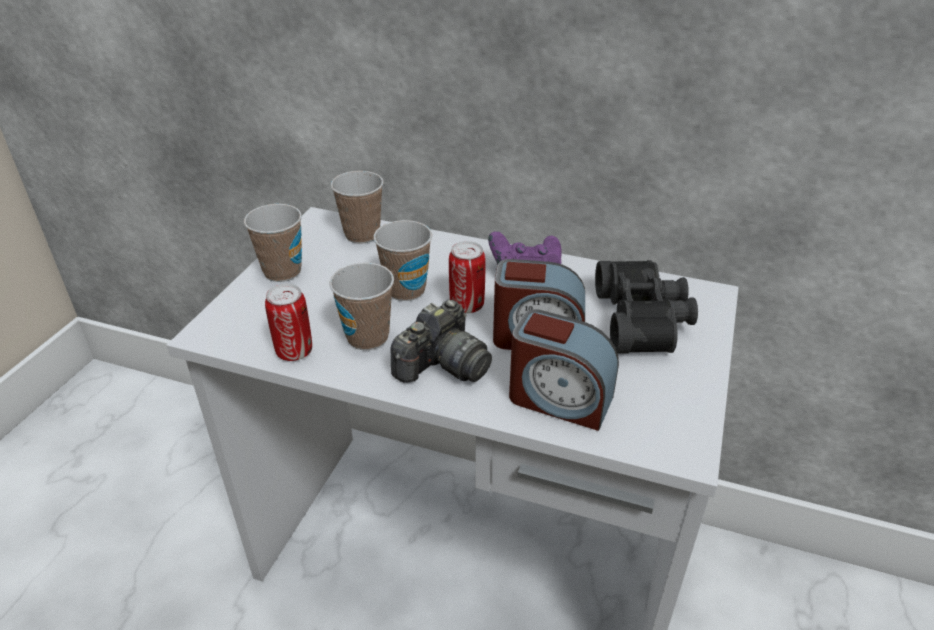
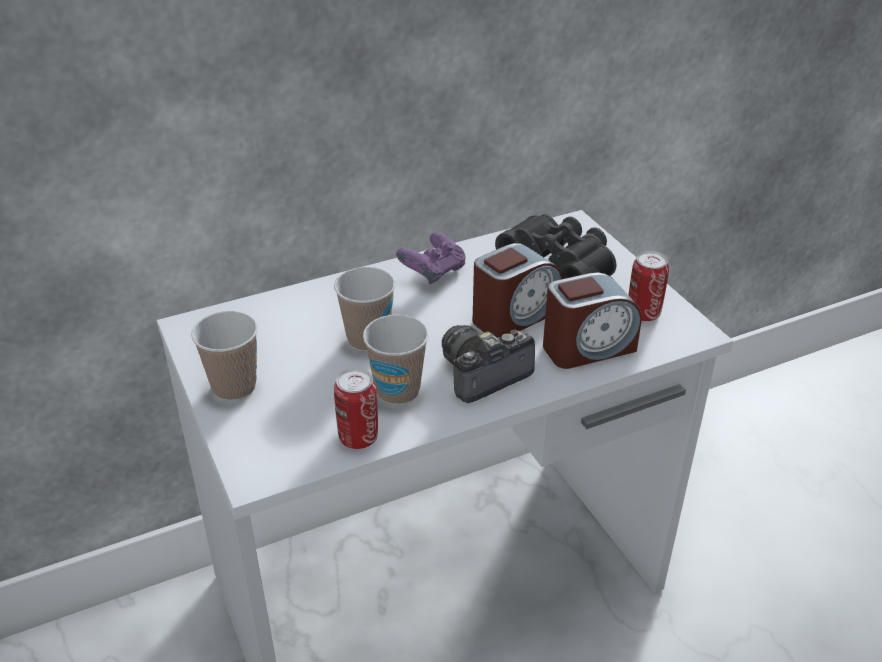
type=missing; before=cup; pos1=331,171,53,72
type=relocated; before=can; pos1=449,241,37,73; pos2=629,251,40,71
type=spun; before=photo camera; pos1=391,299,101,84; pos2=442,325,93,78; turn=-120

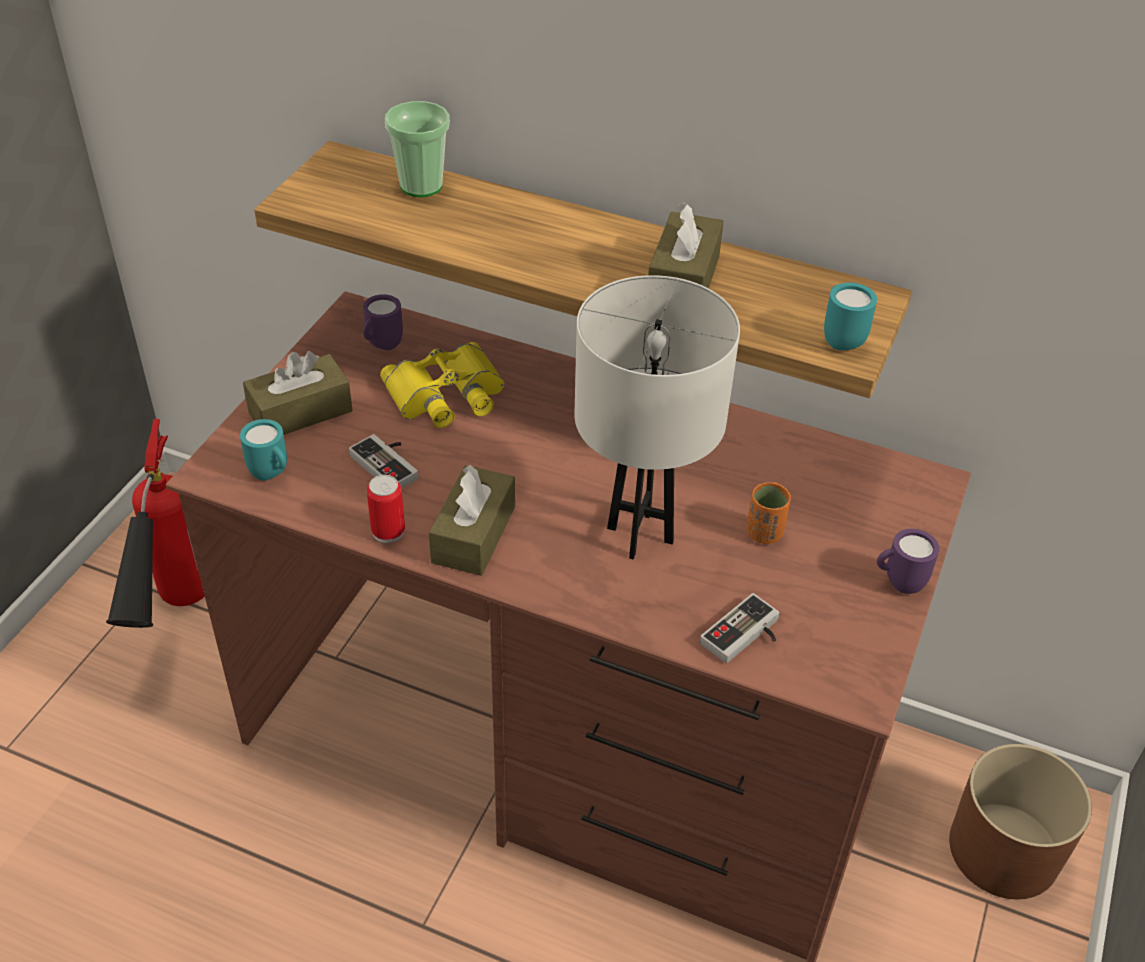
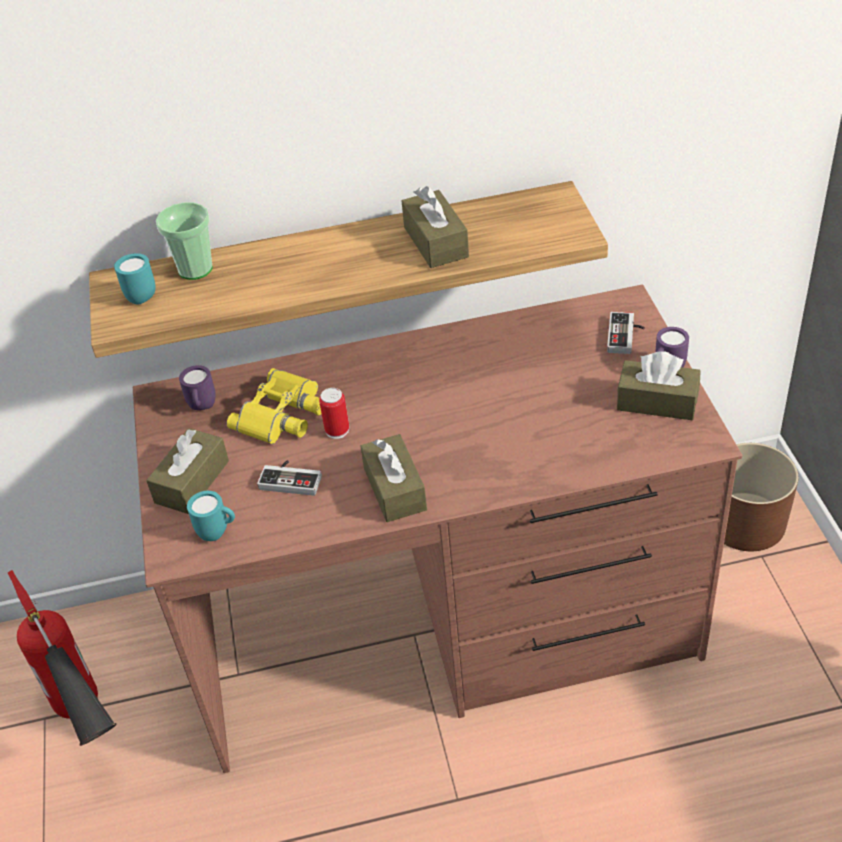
type=missing; before=white table lamp; pos1=574,275,166,284
type=relocated; before=turquoise mug; pos1=824,283,53,67; pos2=114,253,41,52
type=relocated; before=can; pos1=367,475,38,68; pos2=319,388,30,51
type=missing; before=orange cup; pos1=746,482,45,62
type=relocated; before=game controller; pos1=700,593,80,70; pos2=607,312,38,42
type=appeared; after=brown tissue box; pos2=617,351,84,69

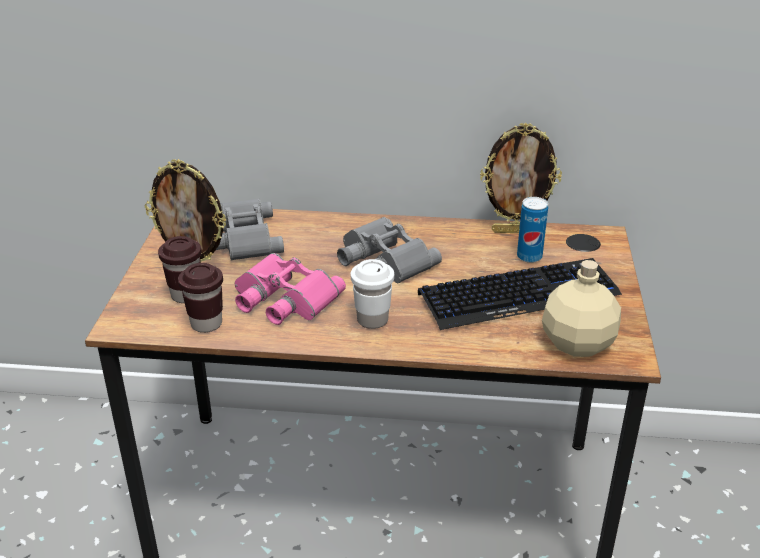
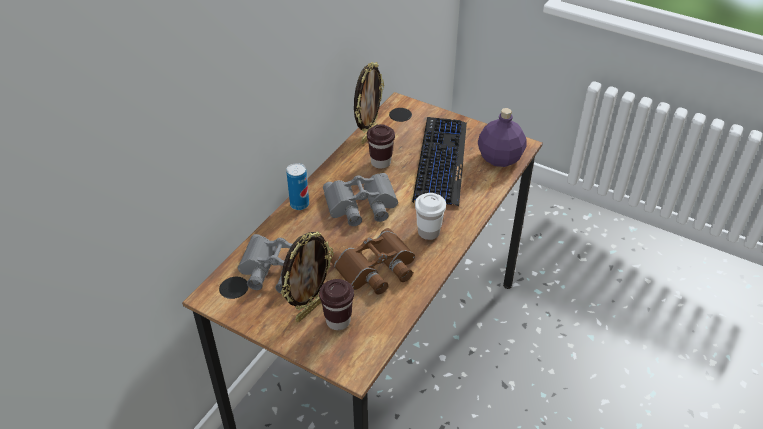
type=relocated; before=can; pos1=517,197,31,66; pos2=286,163,23,47
type=colour; before=pink binoculars; after=brown binoculars; pos1=235,253,111,72; pos2=330,228,85,67
type=colour; before=beige bottle; after=purple bottle; pos1=542,260,79,97; pos2=478,108,49,59
type=relocated; before=brown cup; pos1=178,263,45,70; pos2=367,124,28,45

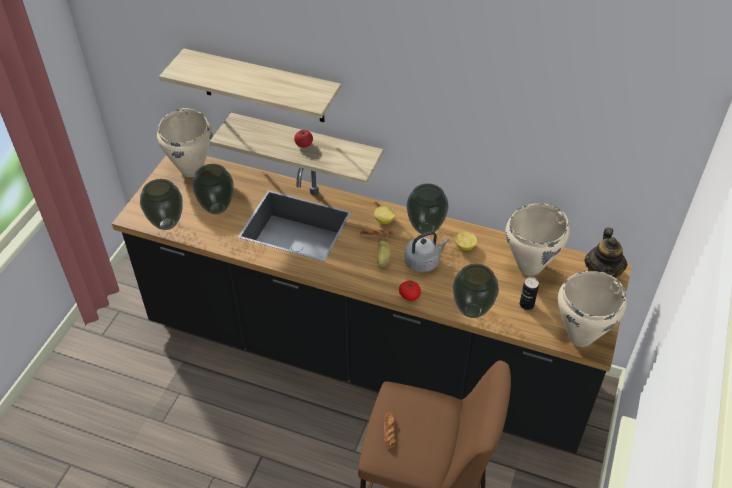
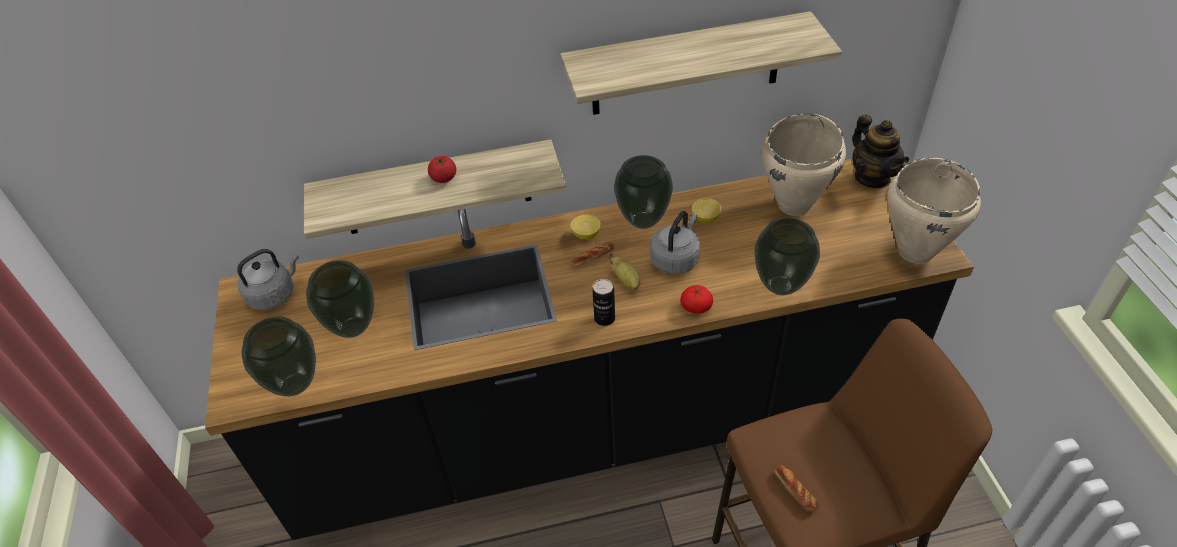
type=relocated; before=shelf; pos1=159,49,182,73; pos2=560,11,282,104
type=exchanged; before=beige cooking pot; after=grey kettle; pos1=157,108,55,69; pos2=237,249,62,61
type=relocated; before=can; pos1=520,277,19,33; pos2=592,279,23,47

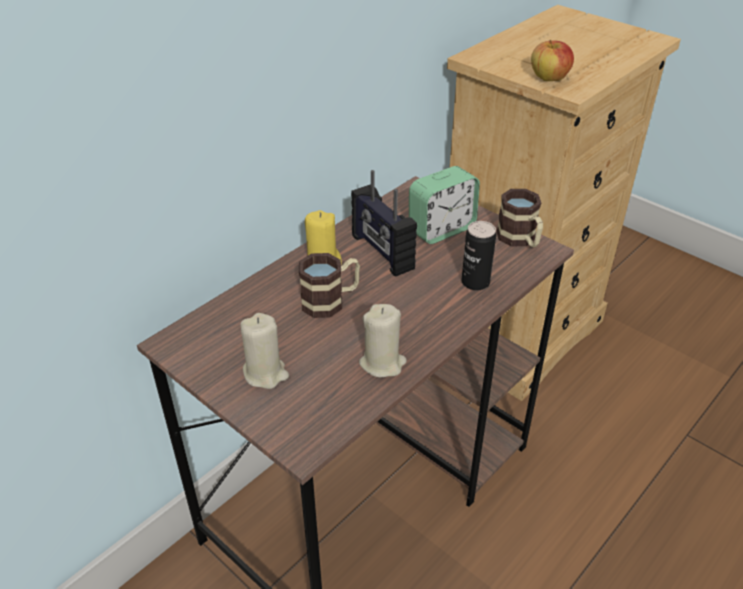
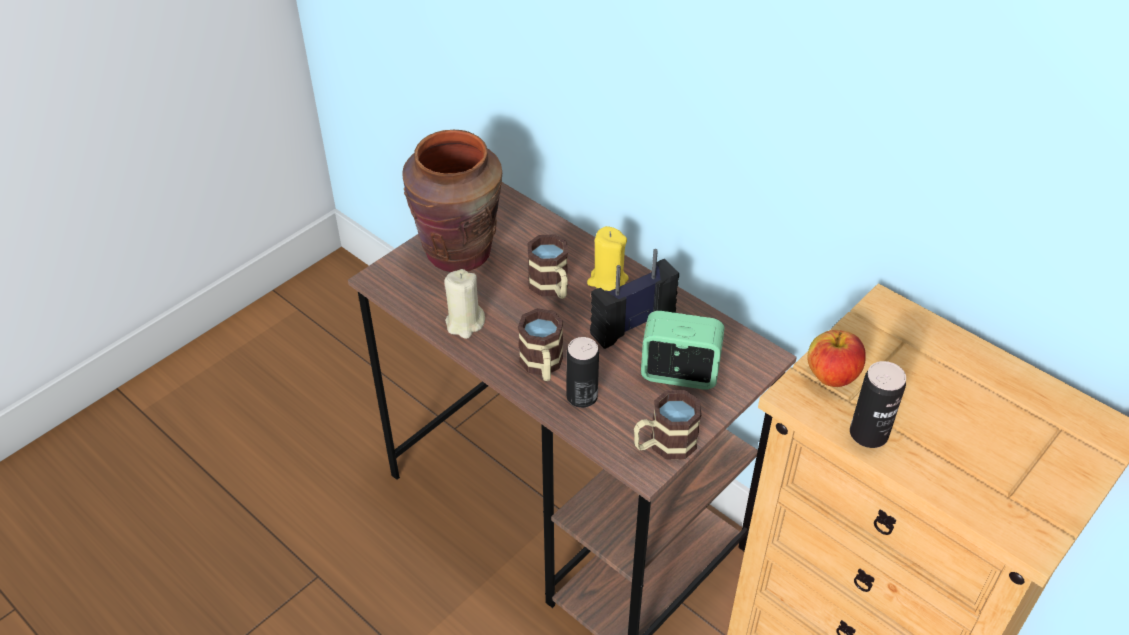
type=spun; before=alarm clock; pos1=409,166,71,78; pos2=641,311,83,79; turn=135
type=exchanged; before=beige candle; after=brown vase; pos1=240,313,49,76; pos2=402,130,100,142
type=appeared; after=mug; pos2=518,308,45,73
type=appeared; after=can; pos2=850,361,56,87

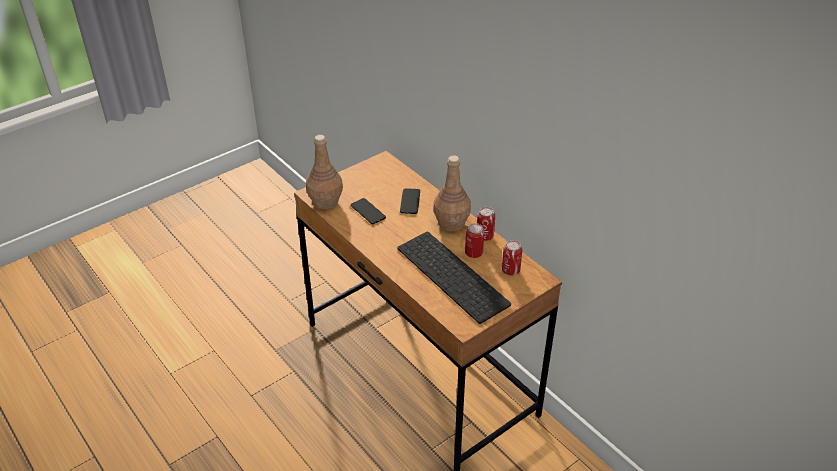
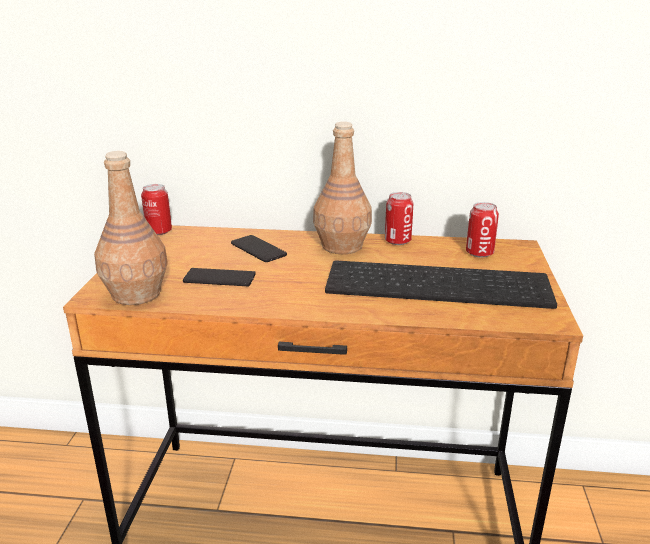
type=relocated; before=can; pos1=465,223,19,35; pos2=141,184,31,51

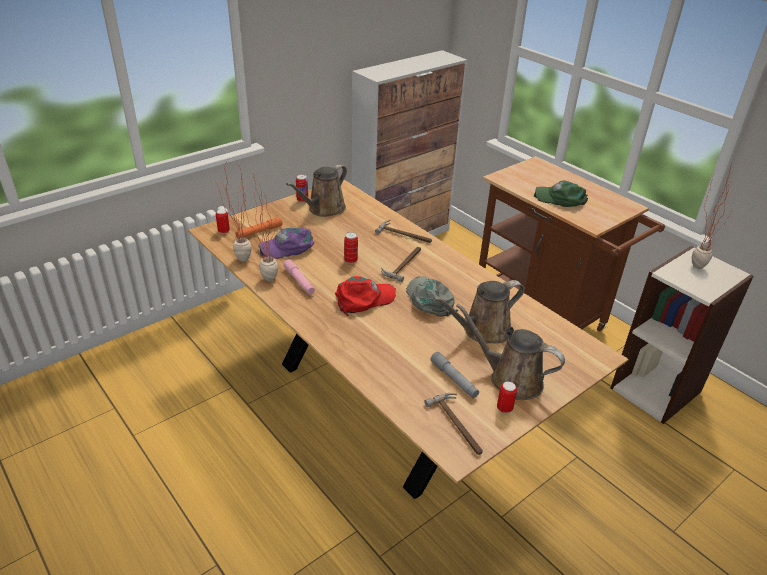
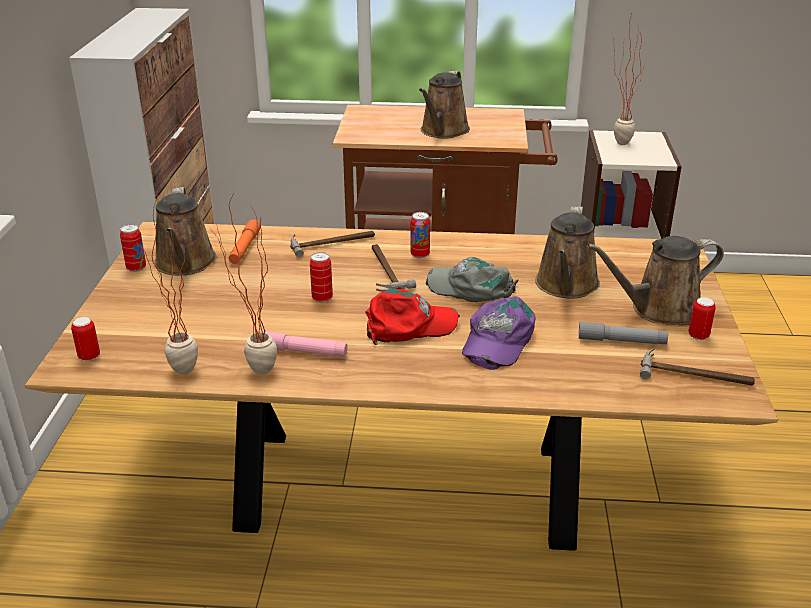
type=exchanged; before=green cap; after=brown watering can; pos1=534,181,54,26; pos2=419,71,51,68
type=relocated; before=orange flashlight; pos1=235,217,48,21; pos2=229,219,32,45
type=relocated; before=purple cap; pos1=258,228,57,31; pos2=462,296,74,74
type=spun; before=red cap; pos1=335,276,61,40; pos2=365,289,95,56; turn=60
type=appeared; after=can; pos2=411,212,19,47

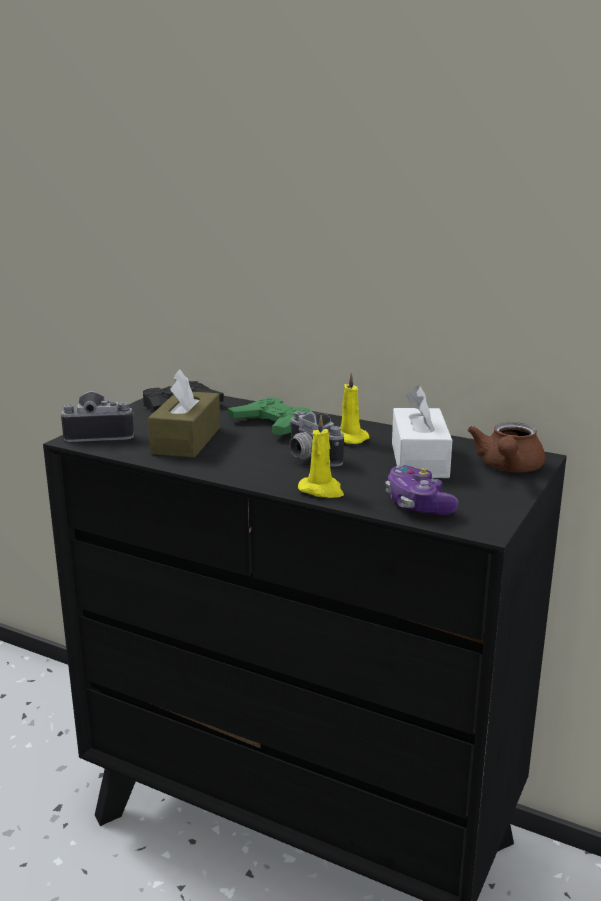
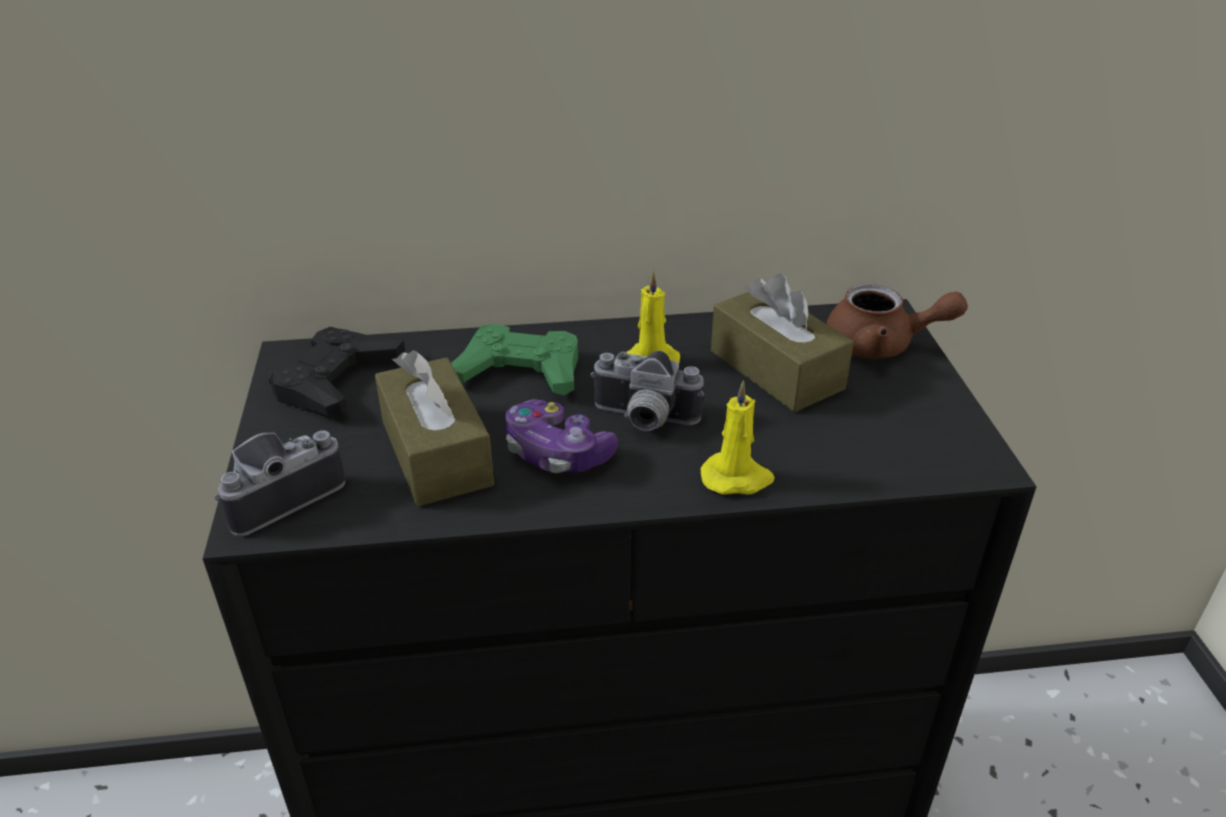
type=colour; before=white tissue box; after=brown tissue box; pos1=392,385,60,93; pos2=711,273,143,139
type=spun; before=brown teapot; pos1=468,422,77,50; pos2=826,284,142,75; turn=-60
type=relocated; before=game controller; pos1=385,465,73,50; pos2=505,399,113,74

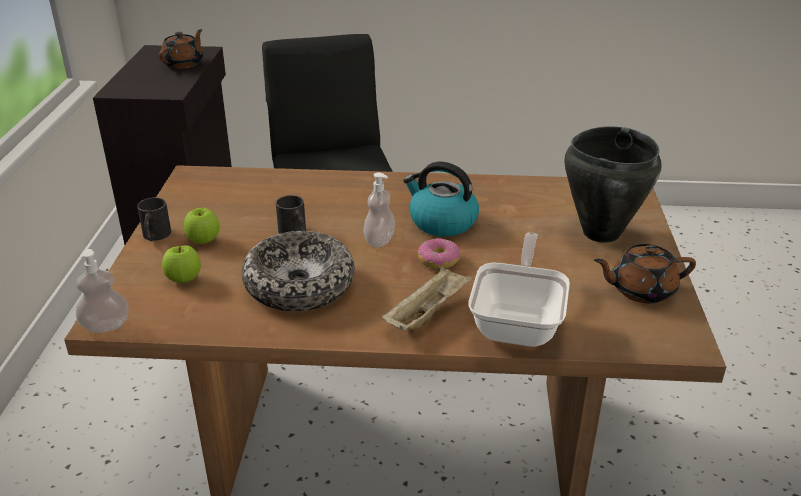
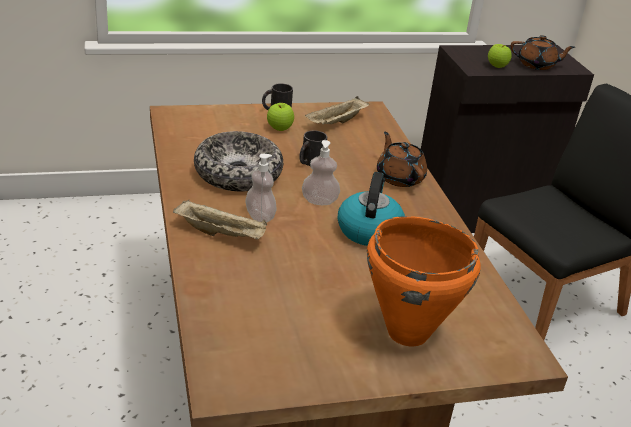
type=colour; before=black cooking pot; after=orange cooking pot; pos1=564,126,97,117; pos2=367,216,114,130
type=missing; before=frying pan; pos1=468,233,102,114
type=missing; before=donut; pos1=418,238,42,31
type=relocated; before=brown teapot; pos1=594,244,102,60; pos2=377,132,50,55
type=relocated; before=apple; pos1=162,245,39,38; pos2=488,44,24,24
type=relocated; before=soap dispenser; pos1=76,249,53,84; pos2=245,154,32,69
type=appeared; after=beige tray; pos2=305,96,64,28

